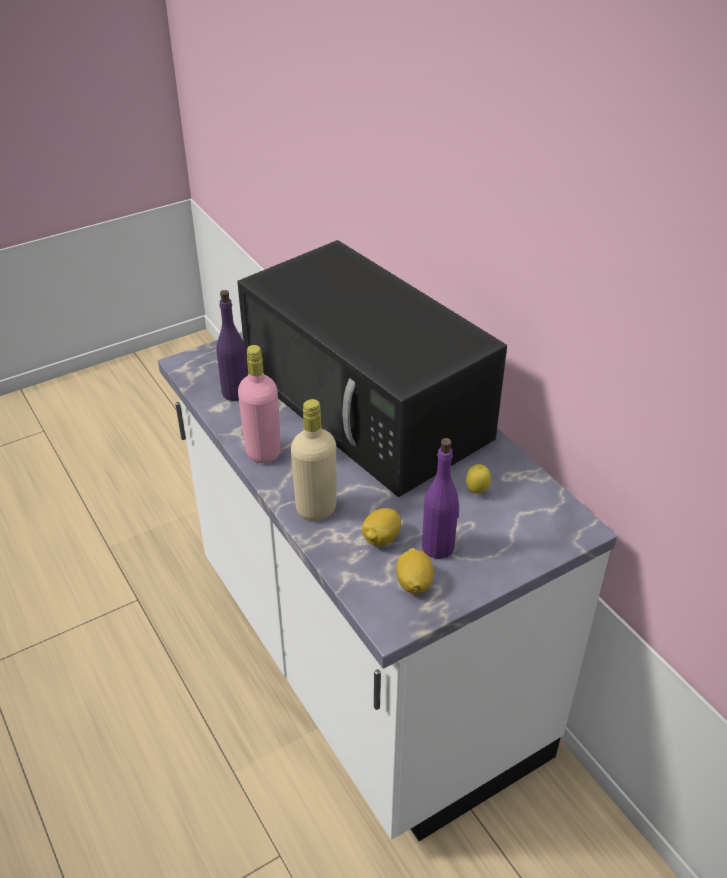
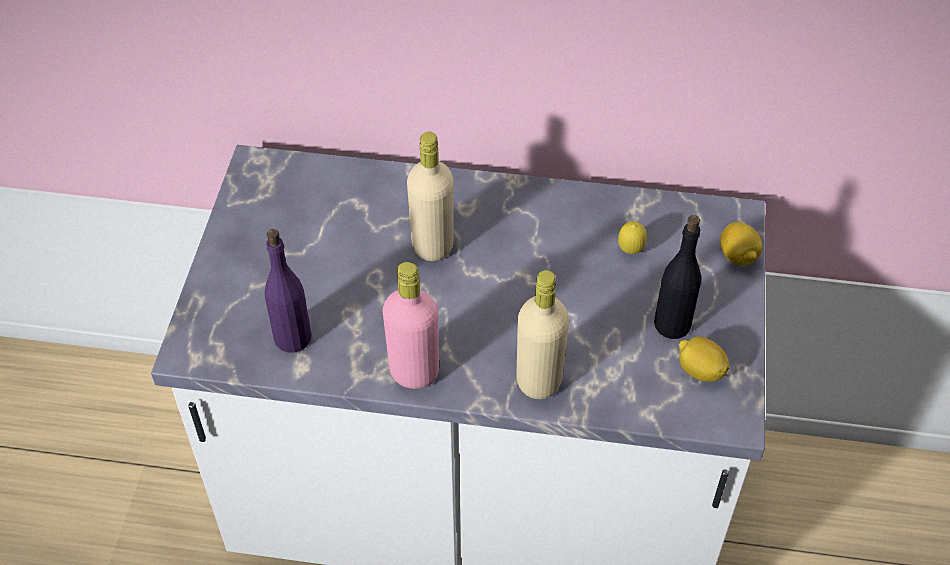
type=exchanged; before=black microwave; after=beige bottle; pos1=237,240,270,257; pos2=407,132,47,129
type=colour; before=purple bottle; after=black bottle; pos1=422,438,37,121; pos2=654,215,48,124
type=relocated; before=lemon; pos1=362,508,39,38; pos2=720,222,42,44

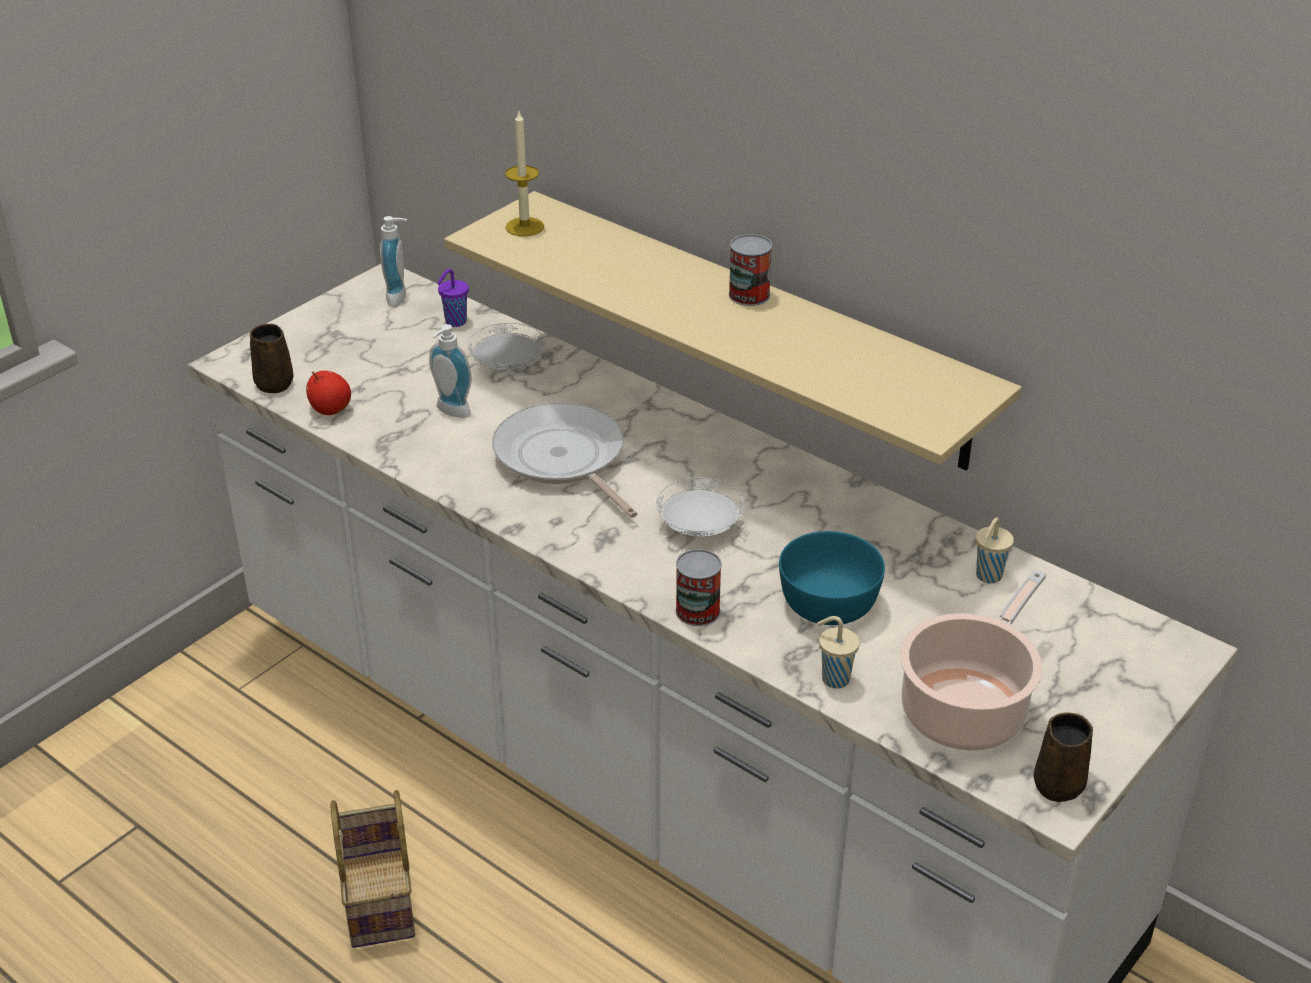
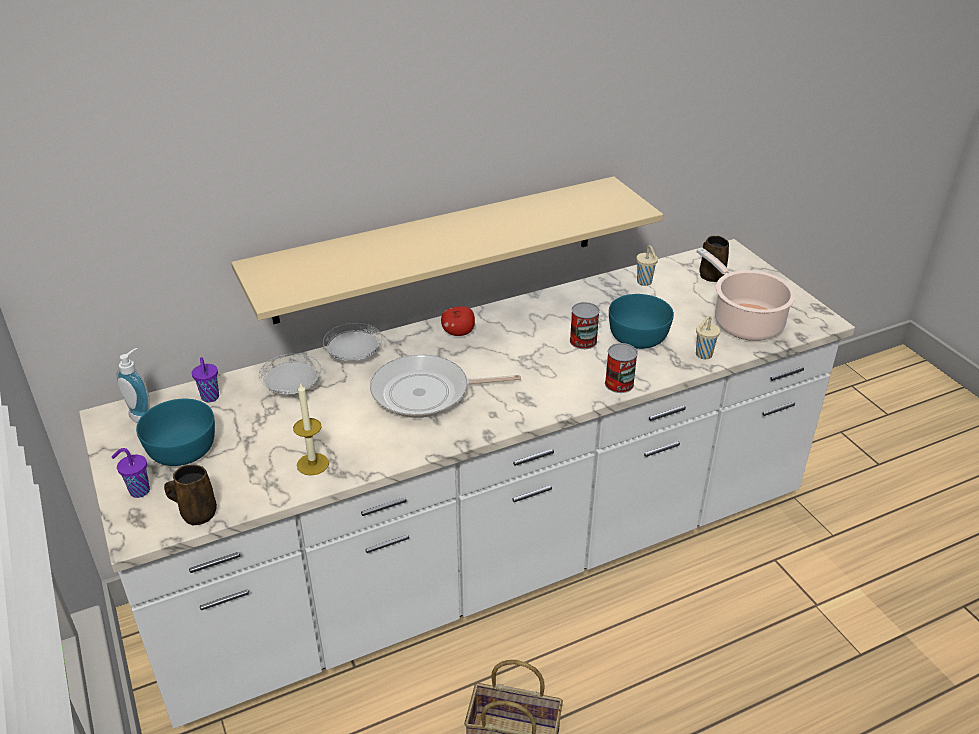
type=relocated; before=candle; pos1=505,111,39,126; pos2=293,382,36,94
type=relocated; before=can; pos1=729,234,43,72; pos2=570,302,30,47
type=missing; before=soap dispenser; pos1=429,324,43,94
type=relocated; before=apple; pos1=306,370,45,45; pos2=441,306,34,30
type=relocated; before=white plate; pos1=656,477,89,60; pos2=323,323,59,38
type=relocated; before=brown mug; pos1=1034,712,59,90; pos2=699,236,30,46
type=appeared; after=turquoise bowl; pos2=136,399,79,67
type=appeared; after=purple cup; pos2=112,448,38,50

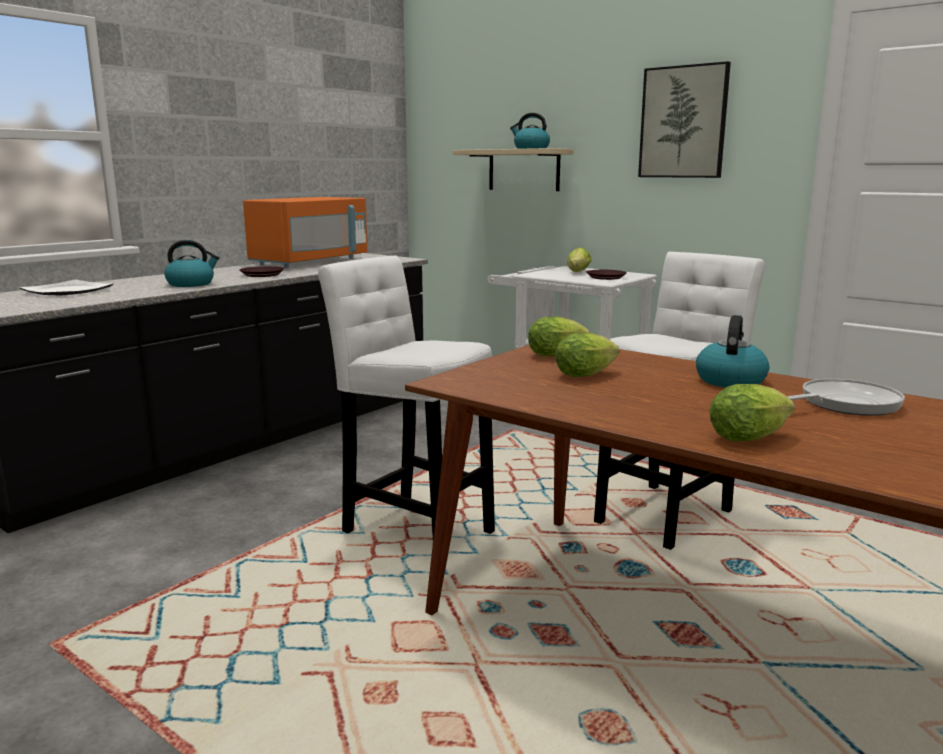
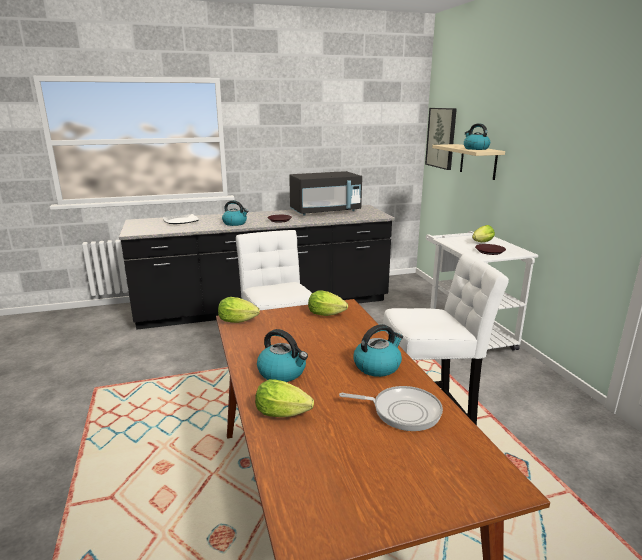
type=relocated; before=picture; pos1=638,61,93,117; pos2=425,108,32,62
type=colour; before=orange microwave; after=black microwave; pos1=243,197,125,71; pos2=289,171,73,44
type=relocated; before=lettuce; pos1=555,333,64,44; pos2=218,297,42,26
type=appeared; after=kettle; pos2=257,329,51,53

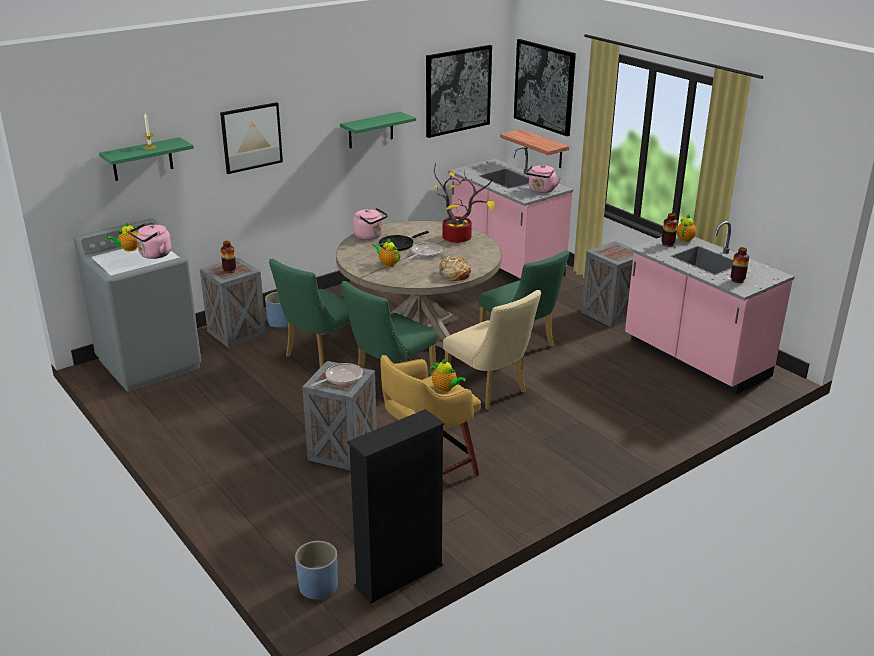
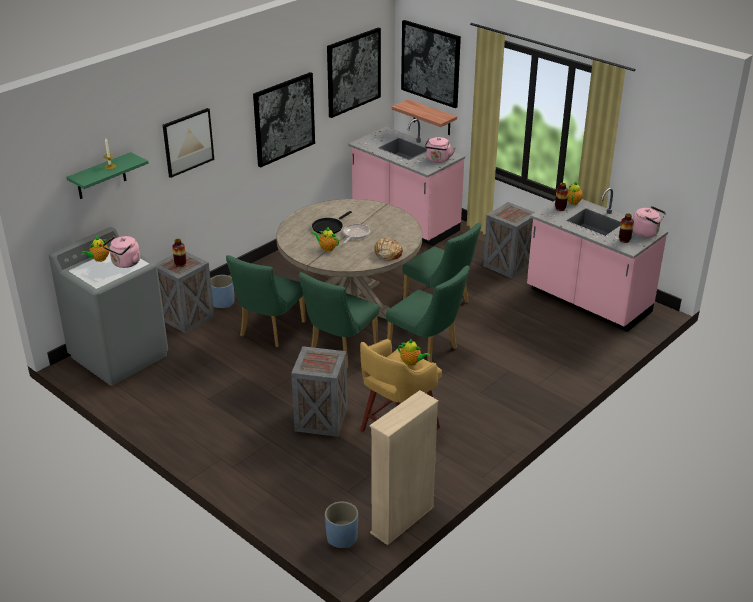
type=exchanged; before=green shelf; after=picture; pos1=340,112,76,36; pos2=253,72,62,96
type=missing; before=potted plant; pos1=433,163,62,80
type=relocated; before=pink kettle; pos1=353,208,35,32; pos2=633,206,33,31
type=colour; before=beige chair; after=green chair; pos1=443,290,98,120; pos2=386,265,84,98
type=missing; before=frying pan; pos1=311,363,52,23
type=colour; before=black bookcase; after=beige bookcase; pos1=347,409,97,194; pos2=369,390,70,155

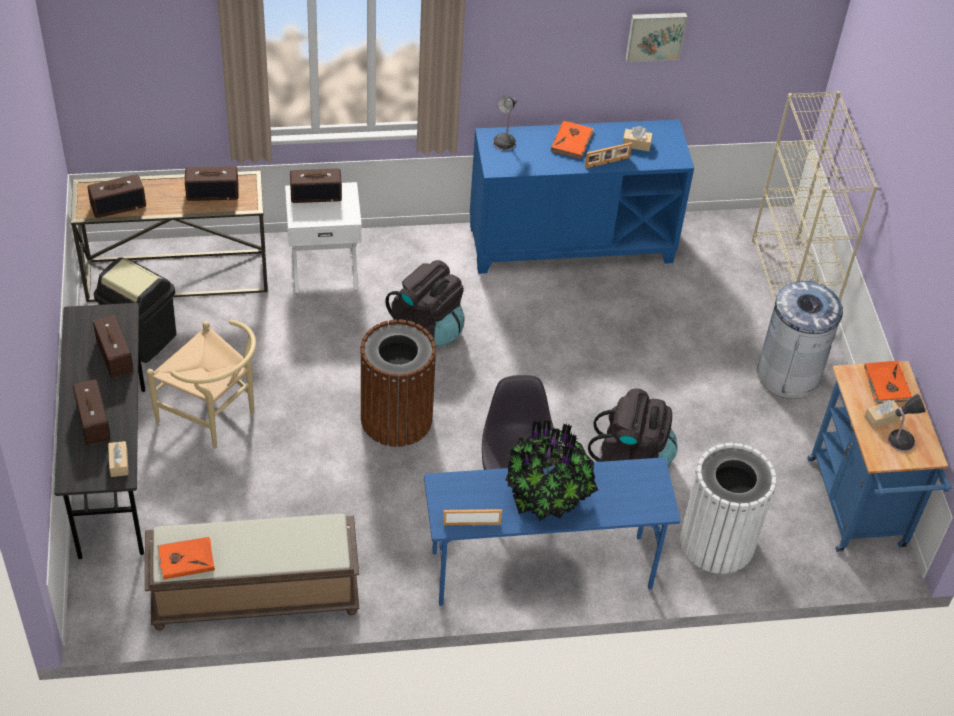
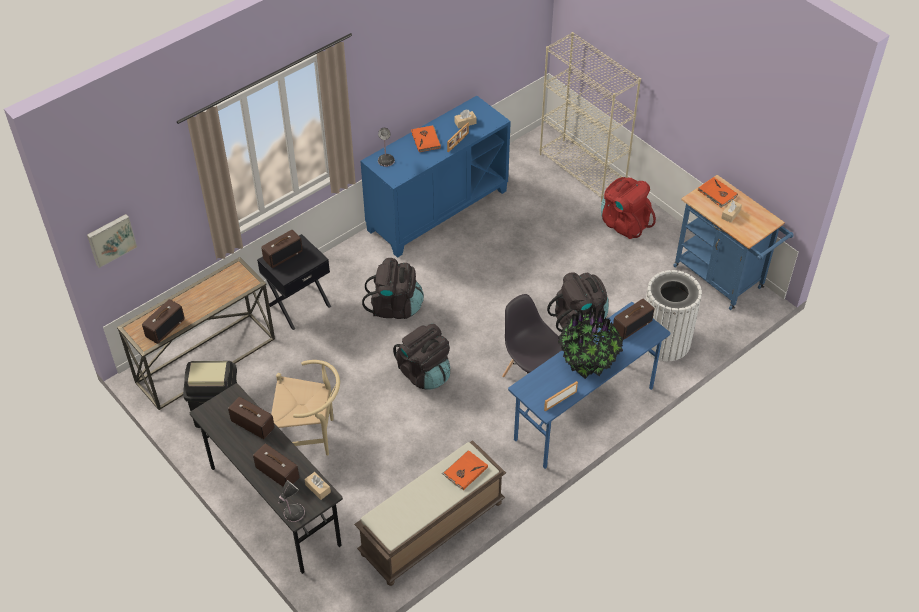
type=relocated; before=picture; pos1=626,13,61,49; pos2=87,214,50,54
type=relocated; before=radio; pos1=185,166,54,35; pos2=613,299,41,41
type=colour; before=white nightstand; after=black nightstand; pos1=285,182,77,111; pos2=257,234,74,96
type=exchanged; before=grey trash can; after=red backpack; pos1=757,281,88,118; pos2=601,177,55,62
type=exchanged; before=brown trash can; after=black backpack; pos1=360,319,76,128; pos2=393,324,57,65
type=relocated; before=table lamp; pos1=888,394,38,58; pos2=278,480,27,42
type=relocated; before=orange book; pos1=157,537,58,42; pos2=442,450,46,40

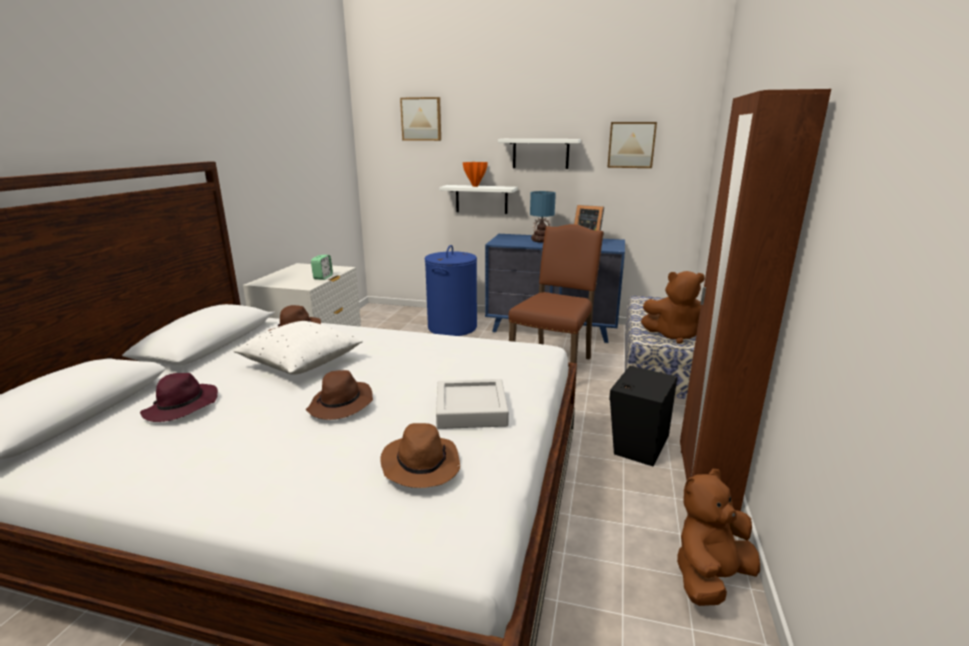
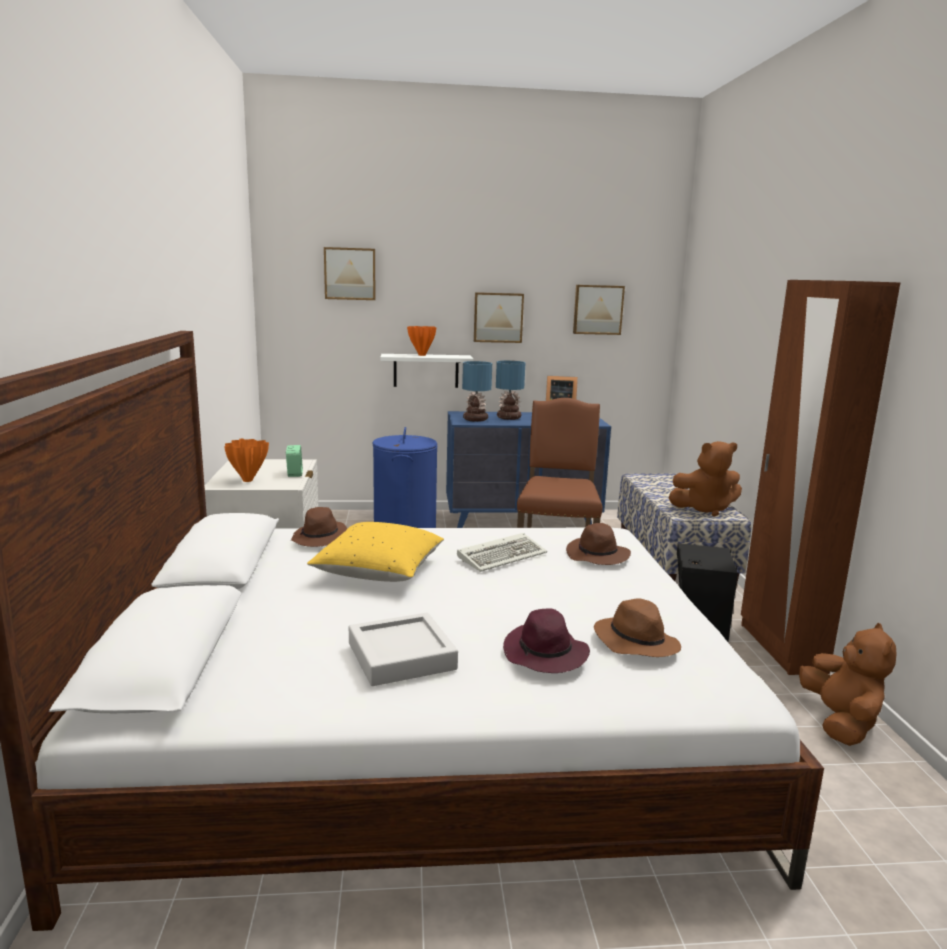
type=exchanged; before=white shelf; after=picture; pos1=498,139,83,30; pos2=474,292,50,51
type=colour; before=white pillow; after=yellow pillow; pos1=233,321,130,54; pos2=307,522,137,60
type=relocated; before=brown hat; pos1=306,370,67,50; pos2=566,523,65,42
type=relocated; before=purple hat; pos1=140,373,78,49; pos2=503,608,87,65
type=relocated; before=grey tray; pos1=436,379,73,50; pos2=349,613,109,73
type=spun; before=brown plush toy; pos1=677,469,83,137; pos2=799,623,98,123; turn=150
type=appeared; after=table lamp; pos2=462,361,30,61
type=appeared; after=orange vase; pos2=224,438,45,44
type=appeared; after=keyboard; pos2=457,533,90,39

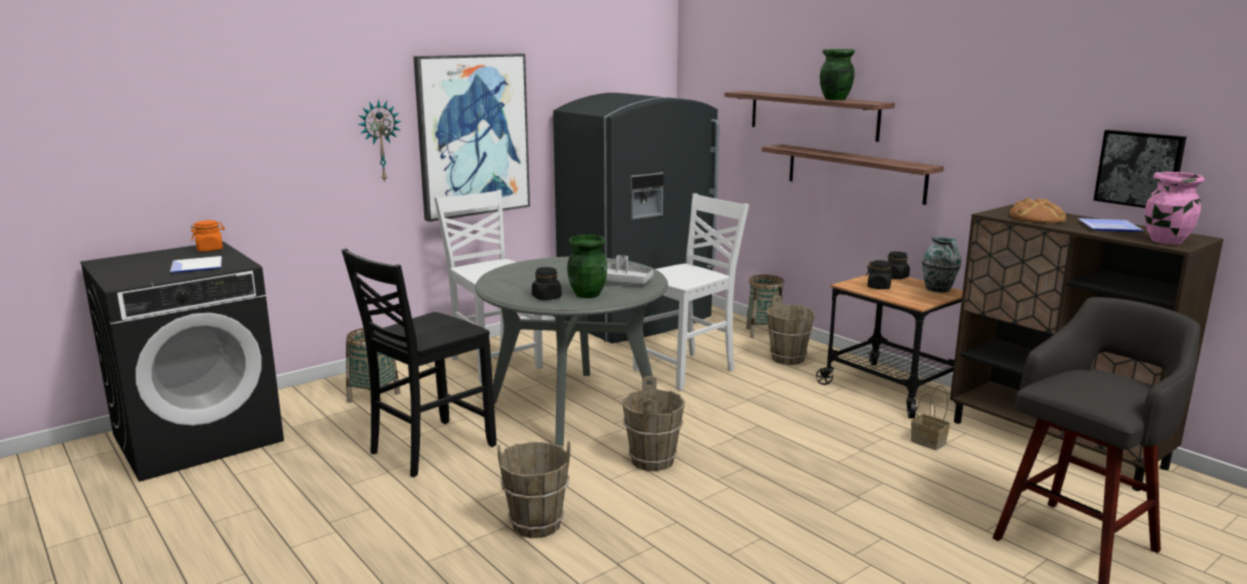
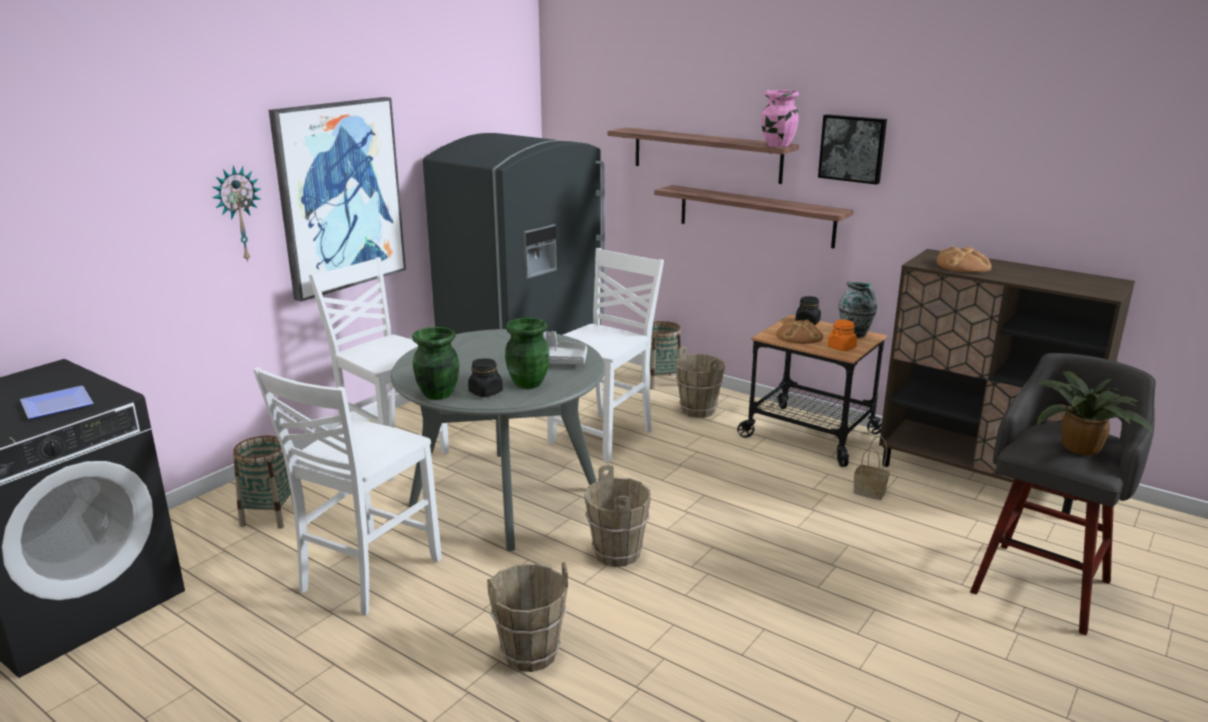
type=relocated; before=green vase; pos1=820,49,35,51; pos2=412,327,47,73
type=relocated; before=picture; pos1=1094,130,92,78; pos2=818,114,69,71
type=relocated; before=pink vase; pos1=1145,172,59,73; pos2=761,90,38,57
type=missing; before=plate; pos1=1078,218,66,14
type=relocated; before=orange jar; pos1=191,220,34,32; pos2=828,320,29,31
type=colour; before=black chair; after=white chair; pos1=342,249,155,228; pos2=253,367,189,249
type=exchanged; before=black jar; after=bread; pos1=865,260,31,29; pos2=776,319,47,25
type=appeared; after=potted plant; pos2=1037,371,116,84

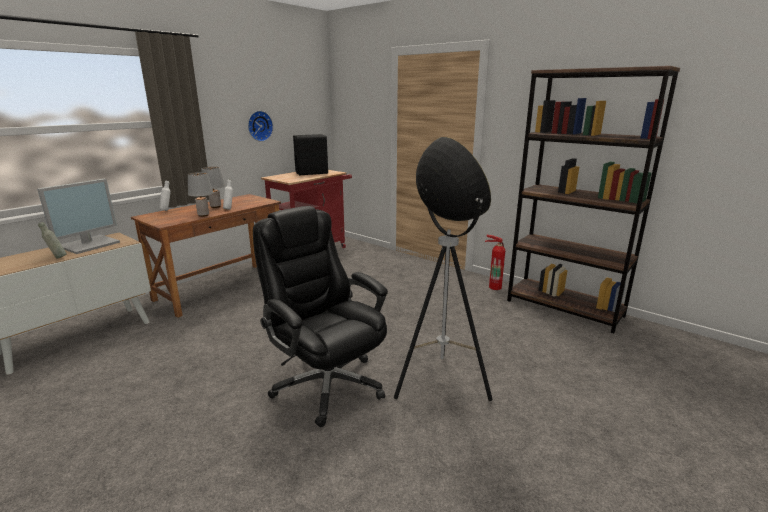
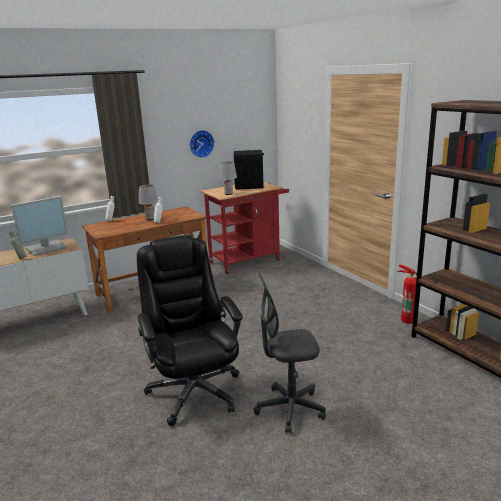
type=exchanged; before=floor lamp; after=grey office chair; pos1=394,137,99,264; pos2=254,273,72,161
type=relocated; before=grey table lamp; pos1=188,172,25,45; pos2=219,161,18,34

